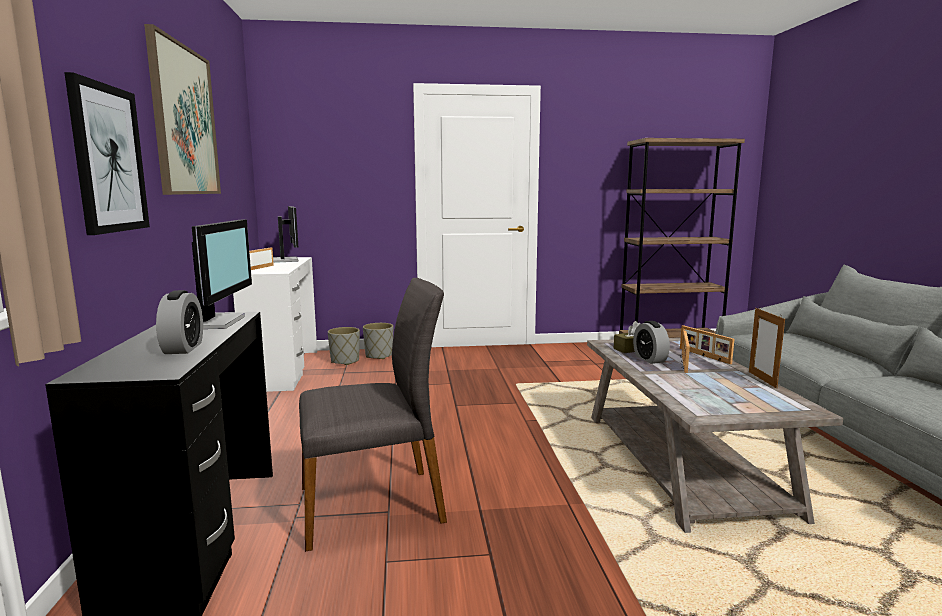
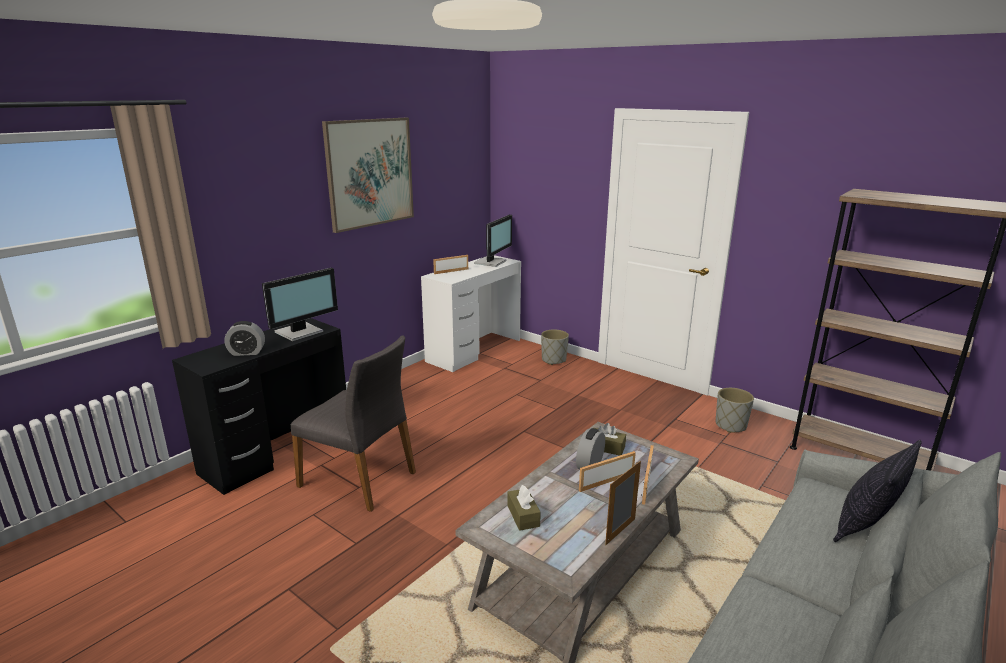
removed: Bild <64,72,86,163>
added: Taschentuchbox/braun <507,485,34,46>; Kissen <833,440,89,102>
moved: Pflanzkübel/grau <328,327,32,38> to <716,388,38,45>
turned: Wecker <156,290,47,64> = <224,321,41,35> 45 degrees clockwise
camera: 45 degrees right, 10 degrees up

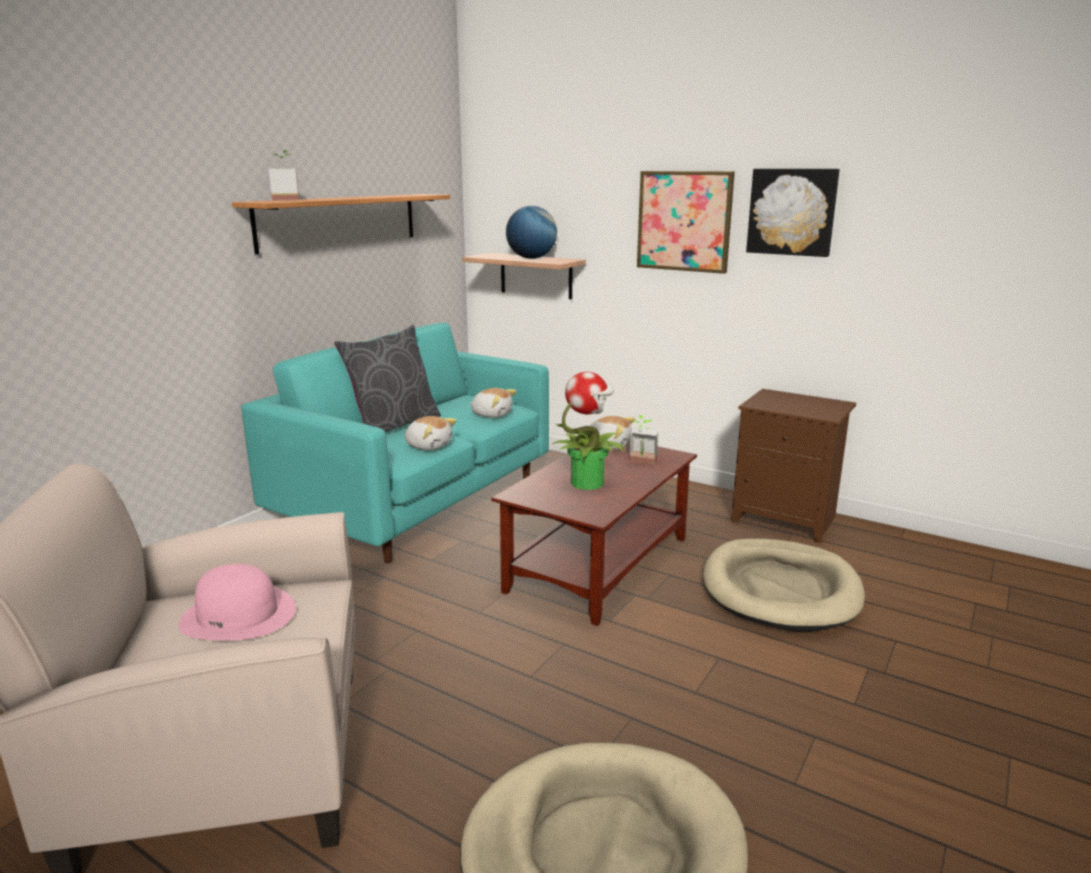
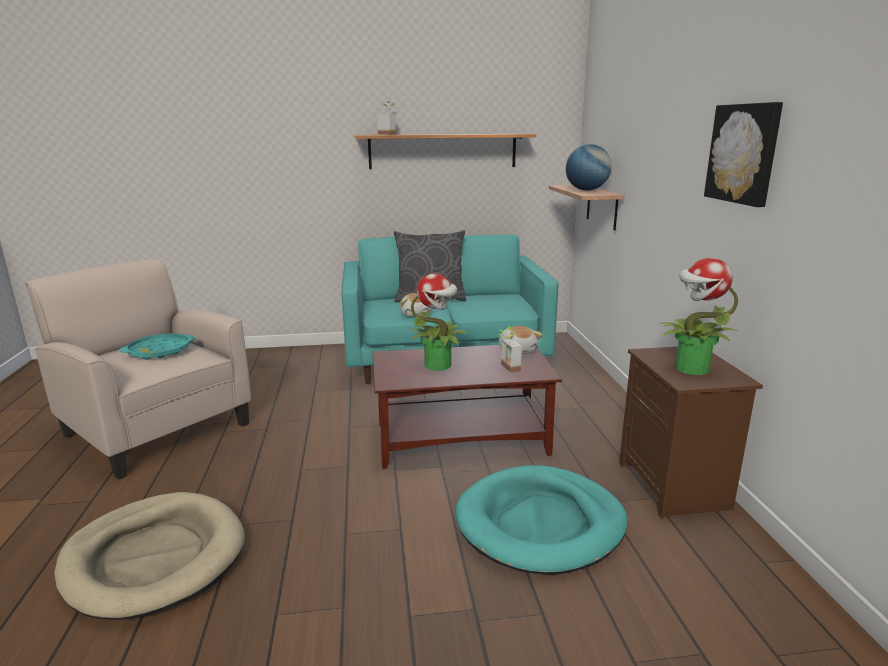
removed: Plüschtier <470,388,46,30>; Bild <637,171,98,103>
added: Topfpflanze <659,258,79,117>
replaced: Hut/rosa <178,564,118,77> to Tablett/türkis <120,333,75,27>
recoloured: Hundebett/beige <703,539,162,93> to Hundebett/türkis <456,465,172,110>
camera: 50 degrees right, 0 degrees up

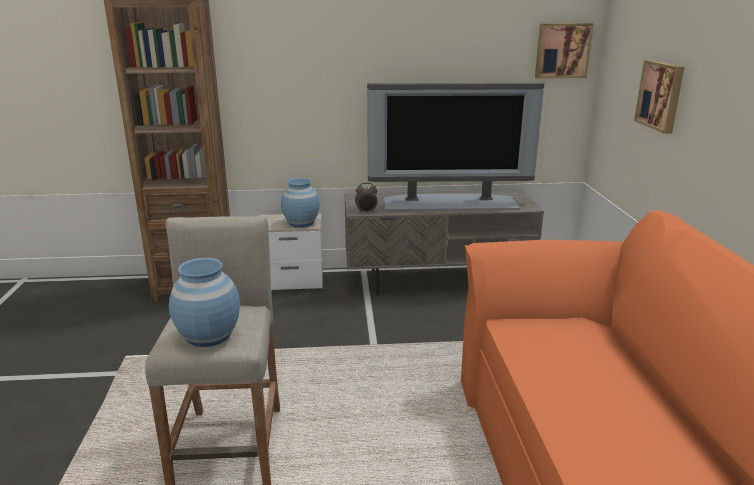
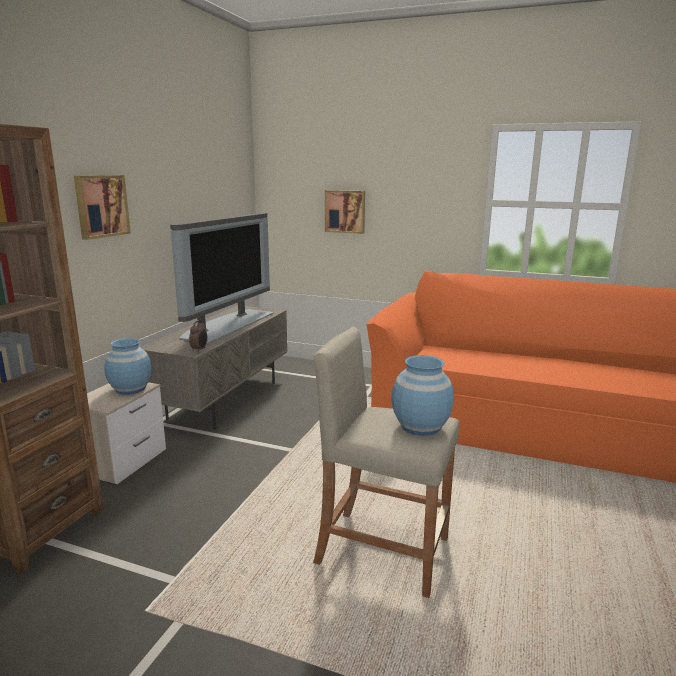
moved: Bild <535,23,59,55> to <74,175,57,65>
camera: 65 degrees left, 5 degrees down

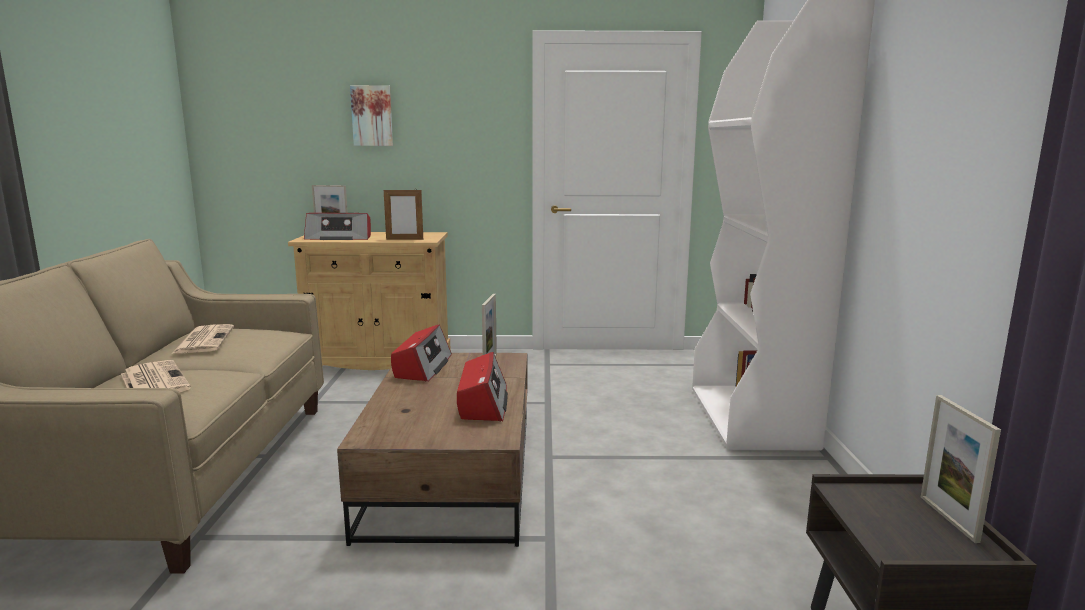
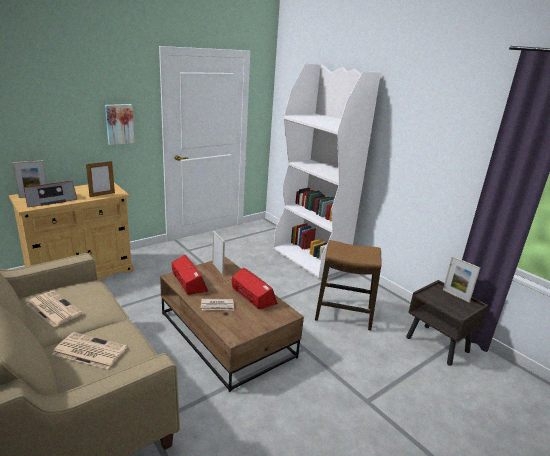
added: Zeitung <201,299,33,11>; Hocker <315,240,67,90>
moved: Bild <350,85,43,61> to <105,104,30,41>
camera: 40 degrees left, 10 degrees up

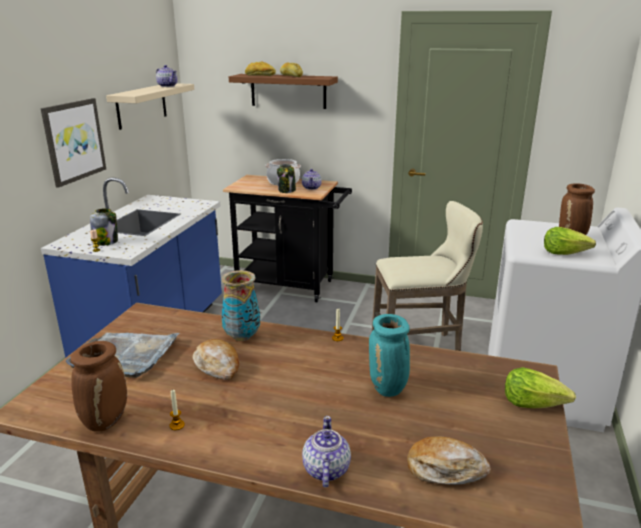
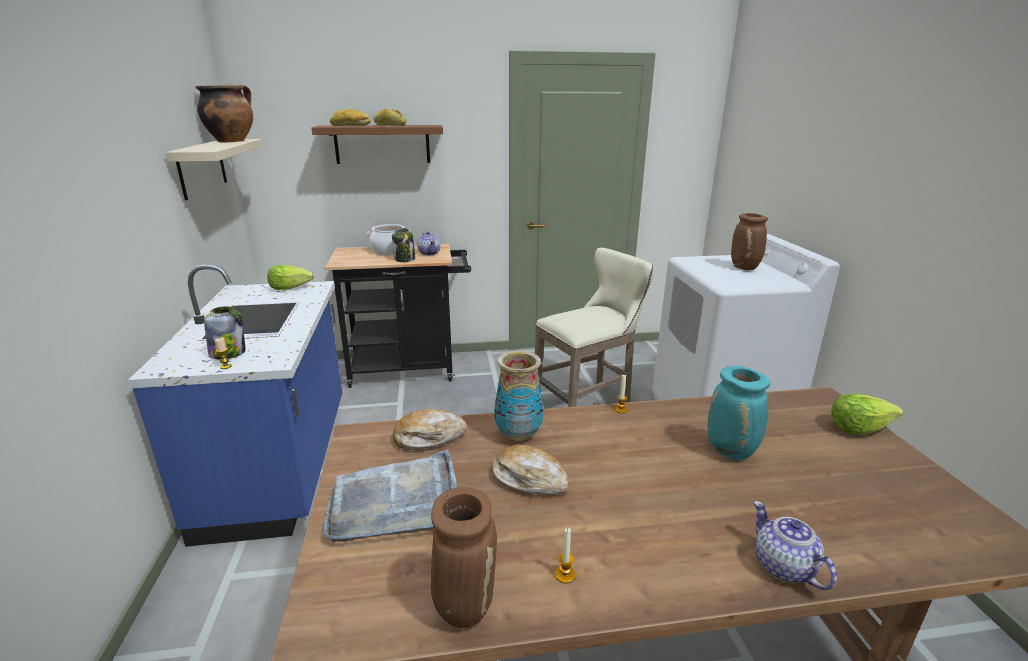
removed: Bild <41,98,65,90>
moved: Brot <407,436,84,49> to <393,409,74,41>; Salatkopf <544,227,52,28> to <267,265,47,25>
replaced: Teekanne <156,65,22,22> to Kochtopf <196,84,57,58>
camera: 25 degrees left, 0 degrees up

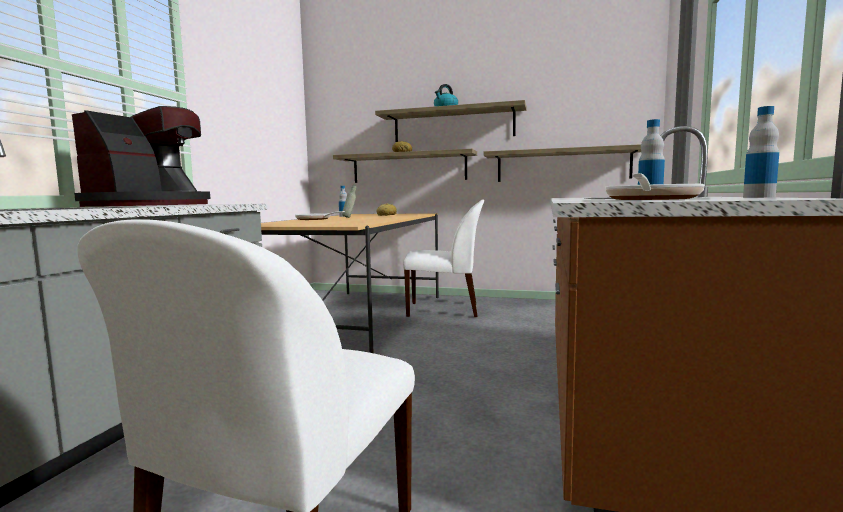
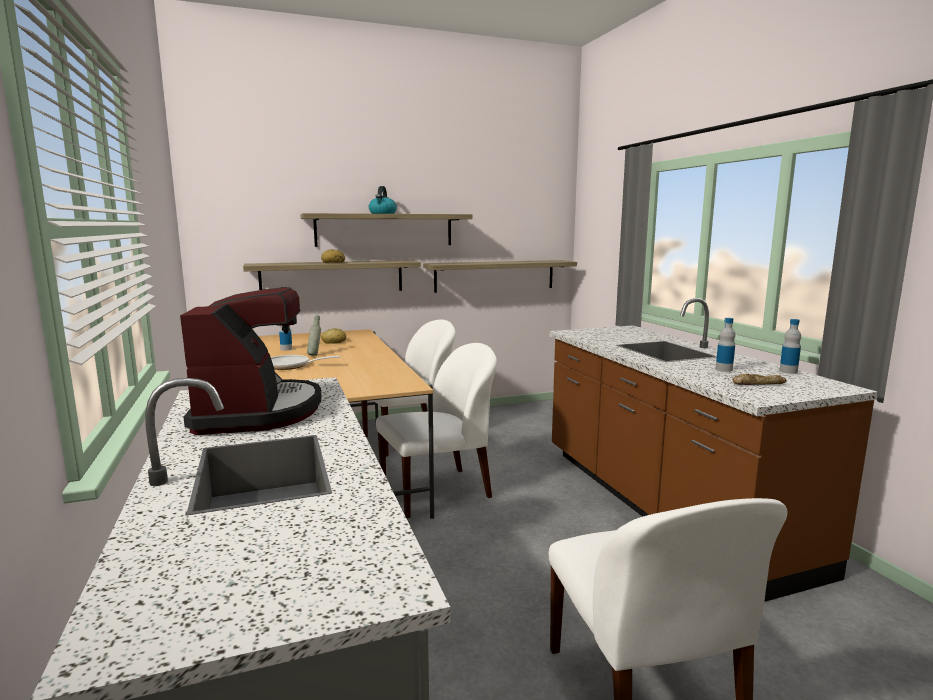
added: Stuhl/weiß <376,343,121,176>
replaced: Pfanne <605,173,100,27> to Brot <732,374,55,11>
camera: 35 degrees left, 5 degrees up

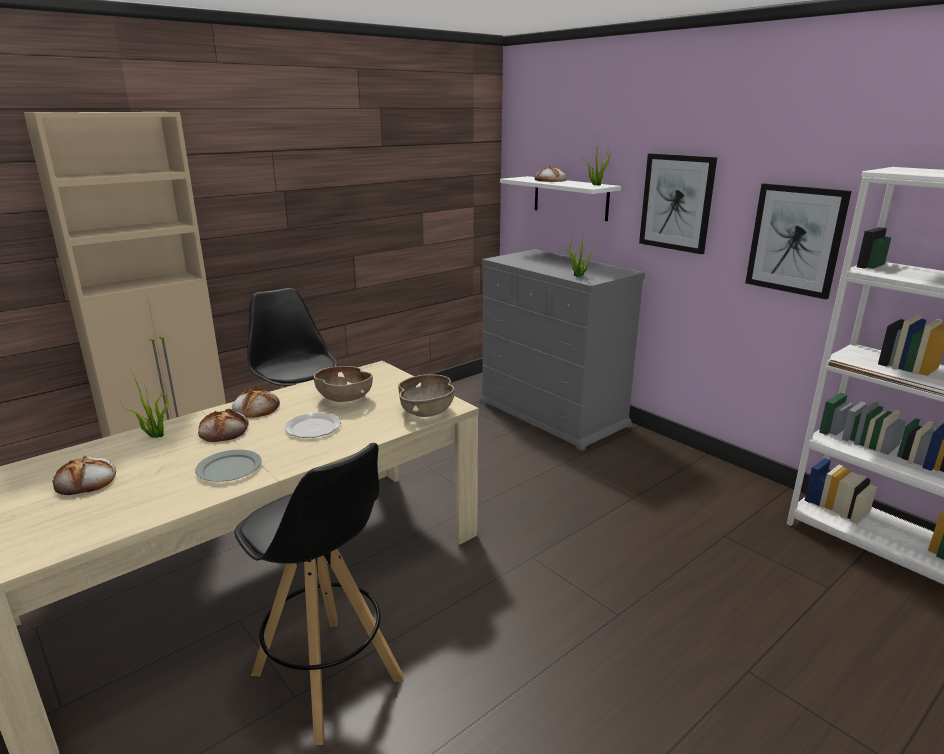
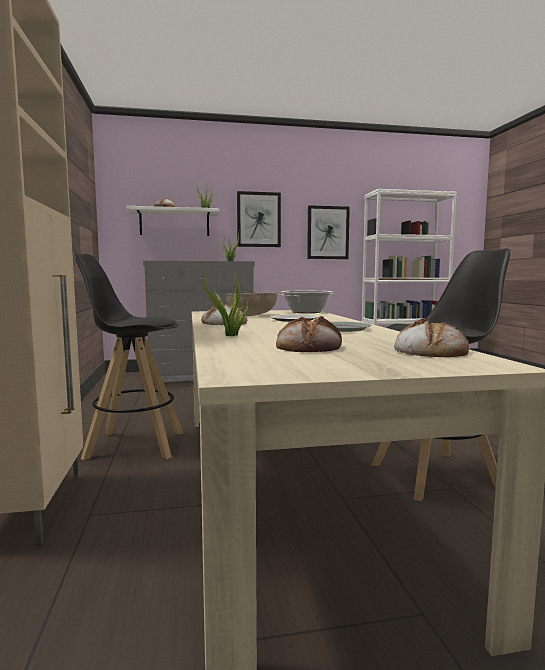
moved: Brot <198,409,51,33> to <394,318,75,39>
replaced: Schüssel/braun <398,374,56,43> to Kochtopf <278,291,56,22>
camera: 60 degrees left, 15 degrees down

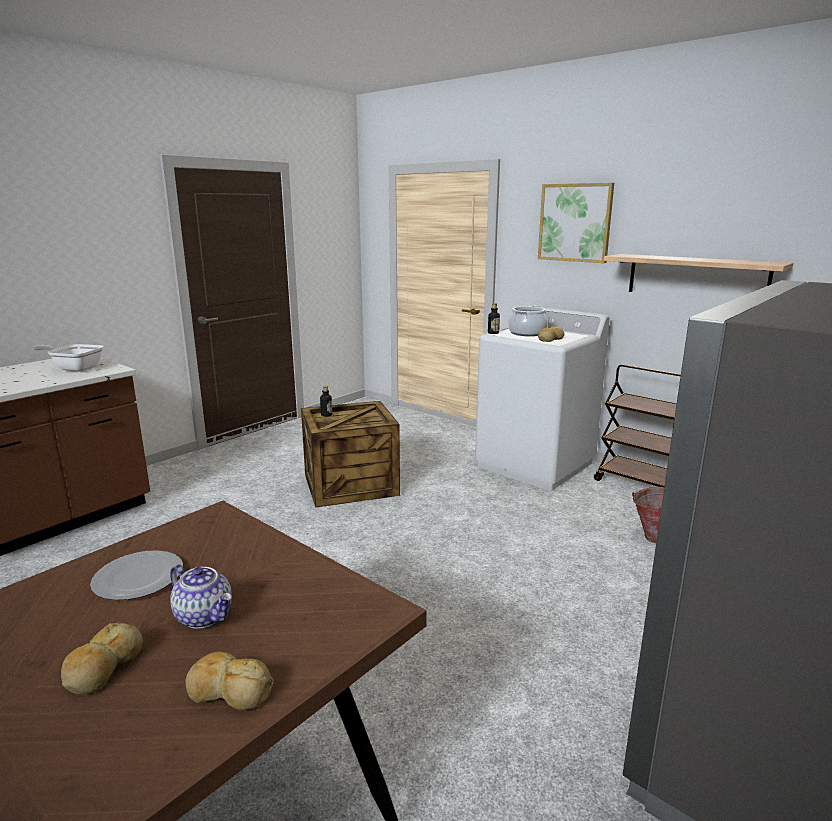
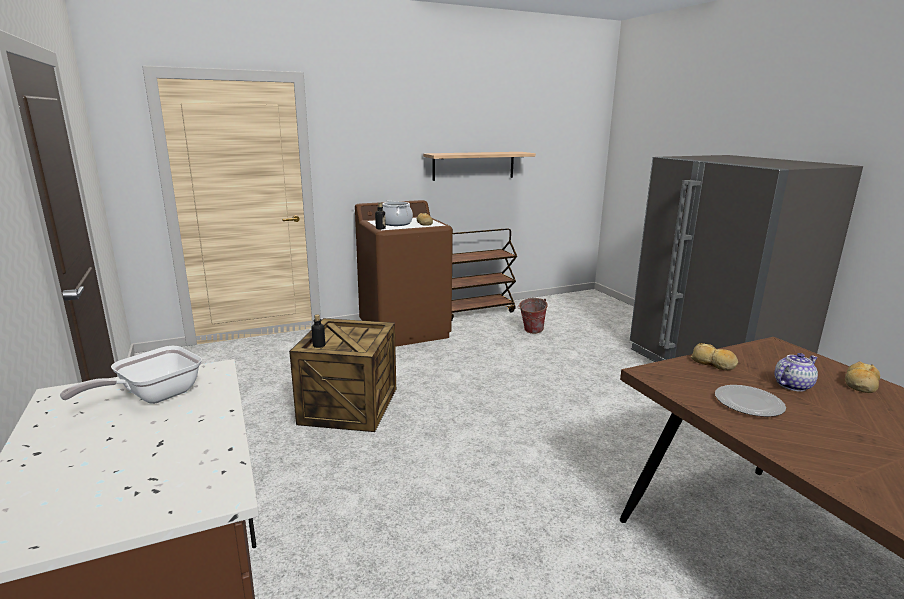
removed: Bild <538,183,76,80>
moved: Brot <61,623,82,72> to <691,343,47,27>
recoloured: Waschmaschine/weiß <475,306,135,185> to Waschmaschine/braun <355,200,98,147>
camera: 65 degrees left, 0 degrees up

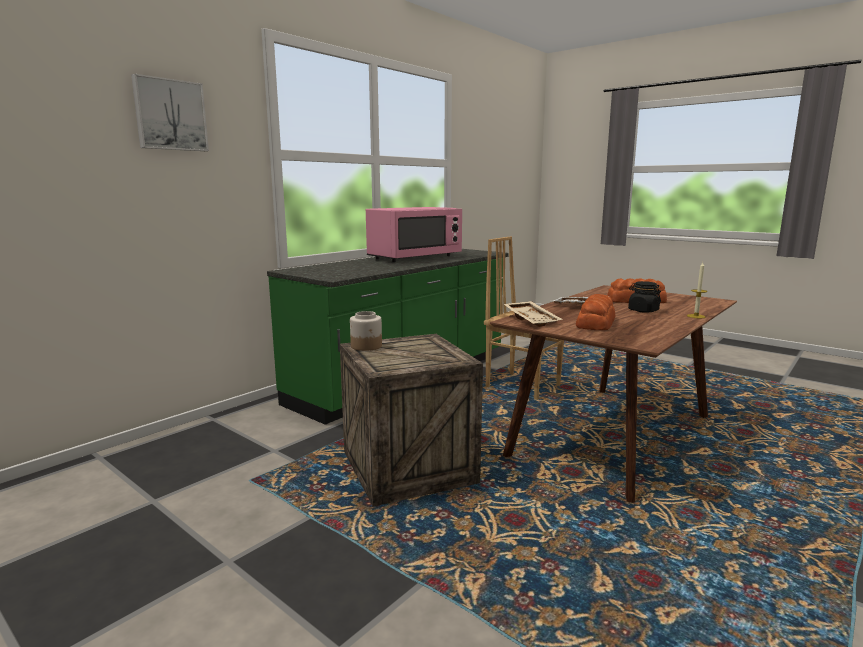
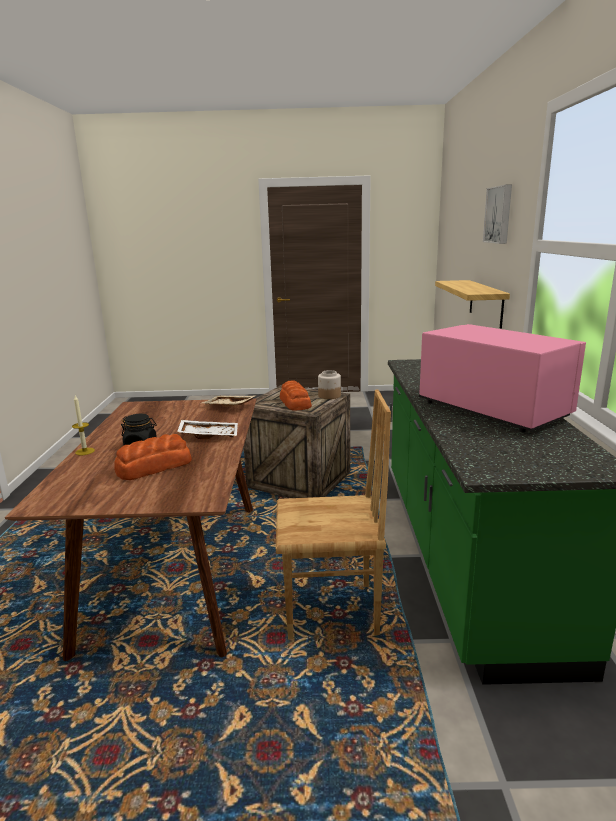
added: Wandregal <435,280,75,49>
moved: Brot <576,294,39,36> to <280,380,32,31>
turned: Mikrowelle/rosa <366,207,96,55> = <419,324,167,108> 135 degrees clockwise
camera: 140 degrees right, 5 degrees up

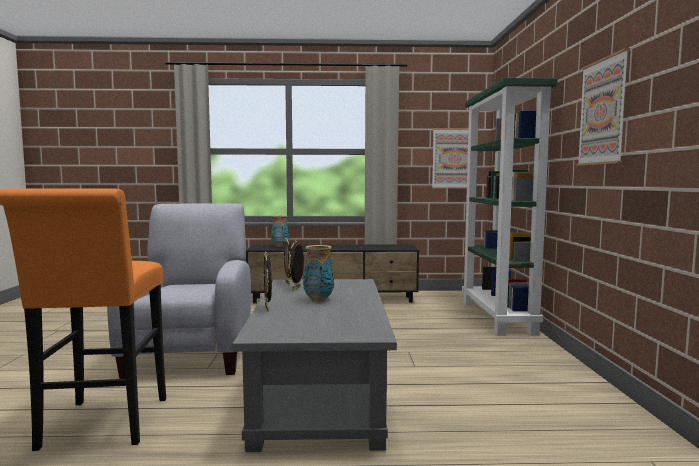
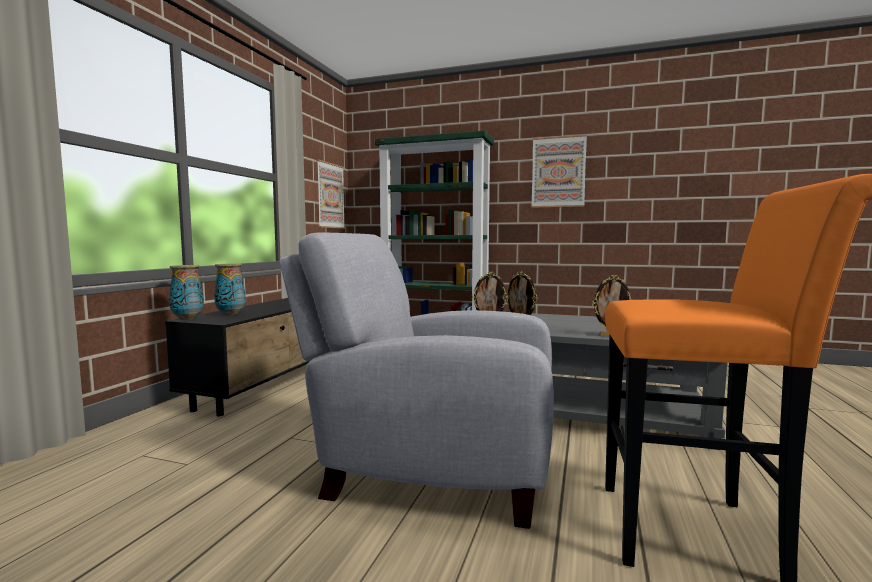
moved: Vase <303,245,31,57> to <169,265,35,55>
camera: 70 degrees left, 0 degrees up

